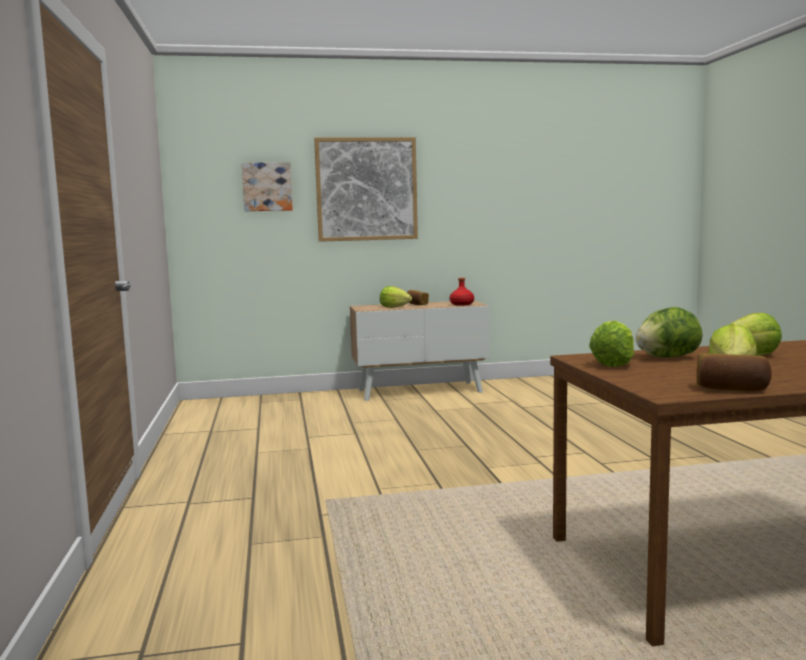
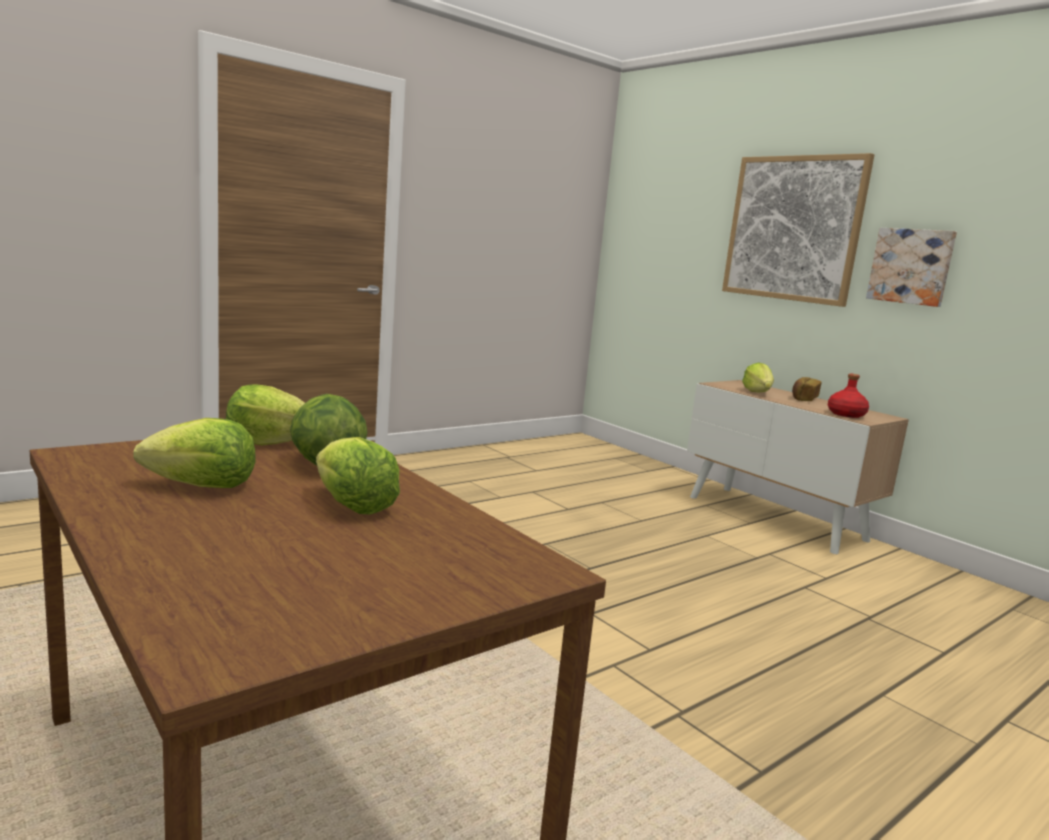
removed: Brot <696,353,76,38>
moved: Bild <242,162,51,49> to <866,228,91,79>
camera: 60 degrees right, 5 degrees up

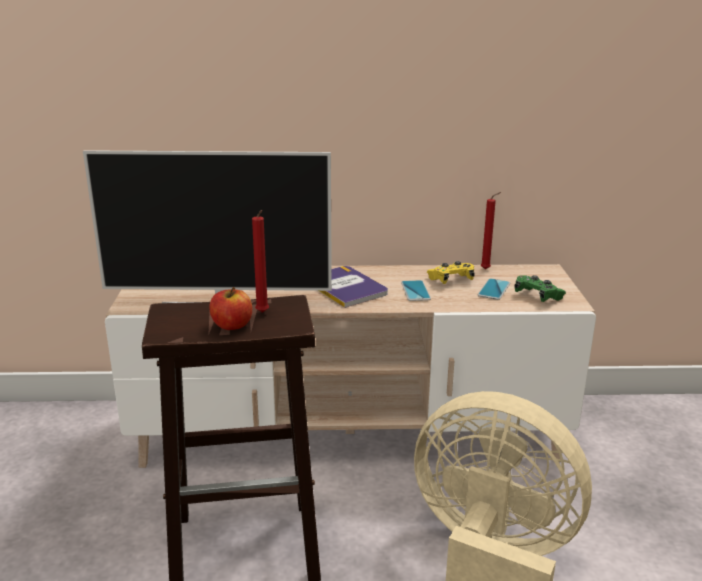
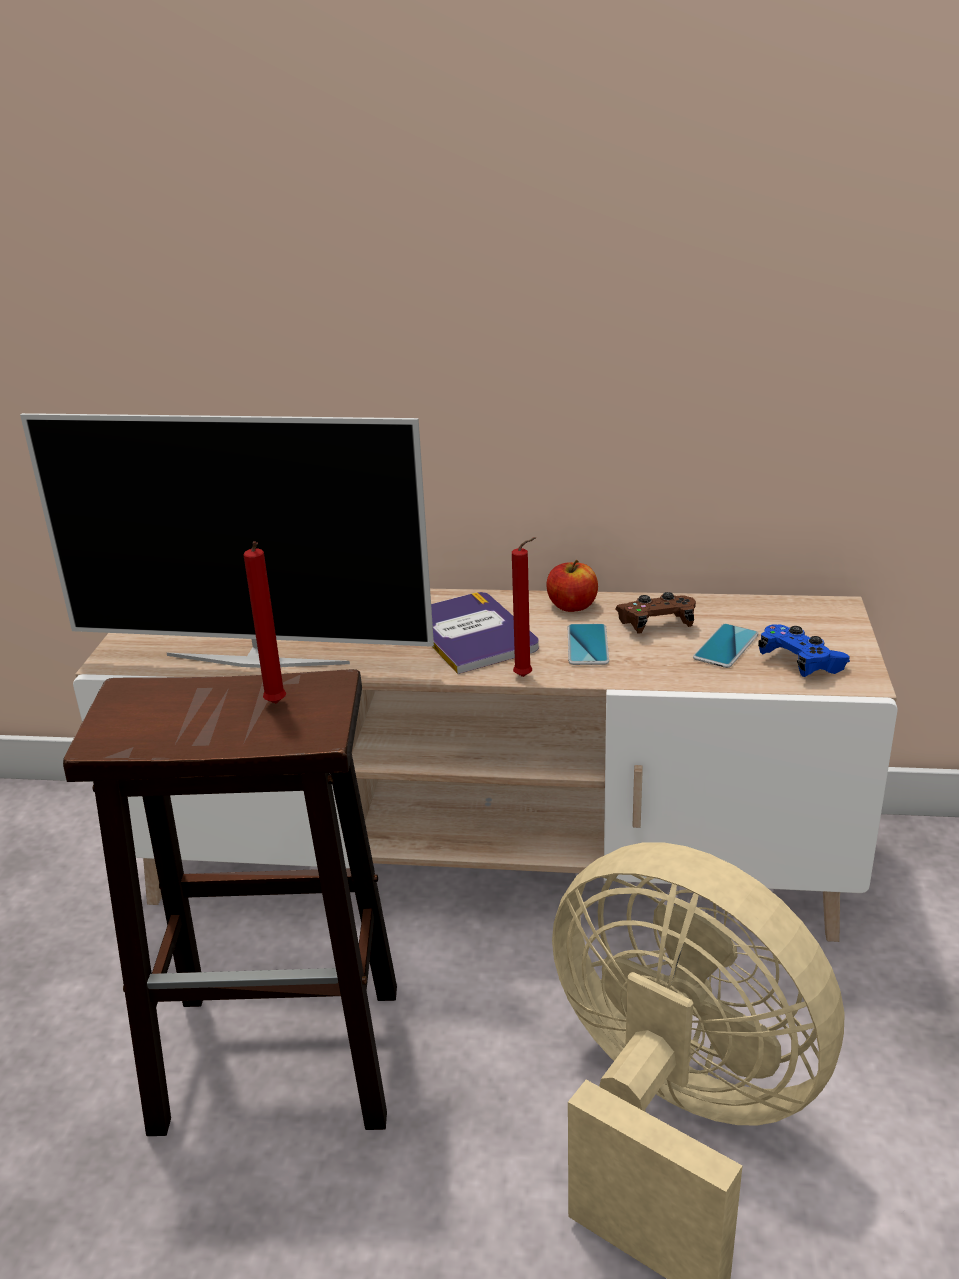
moved: Apfel <209,287,43,43> to <546,560,52,52>; Kerze/rot <481,192,20,77> to <512,537,24,140>
recoloured: Gamepad/gelb <427,261,47,23> to Gamepad/braun <615,592,81,42>; Gamepad/grün <514,275,52,27> to Gamepad/blau <758,624,92,53>
camera: 10 degrees right, 5 degrees up

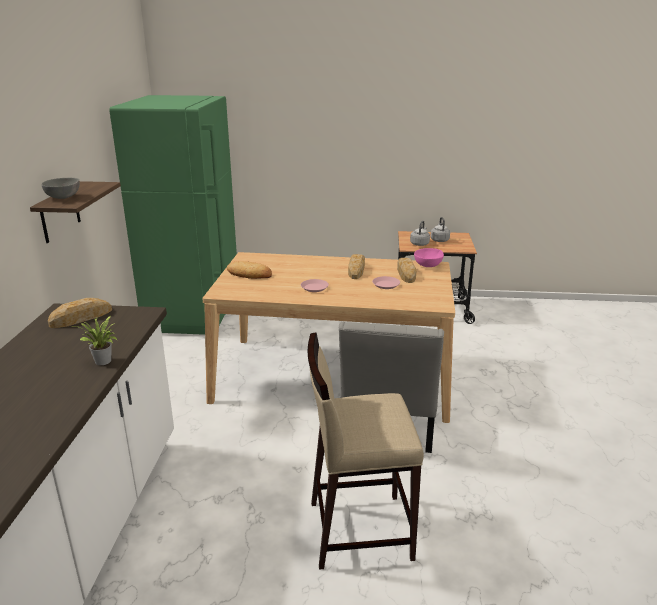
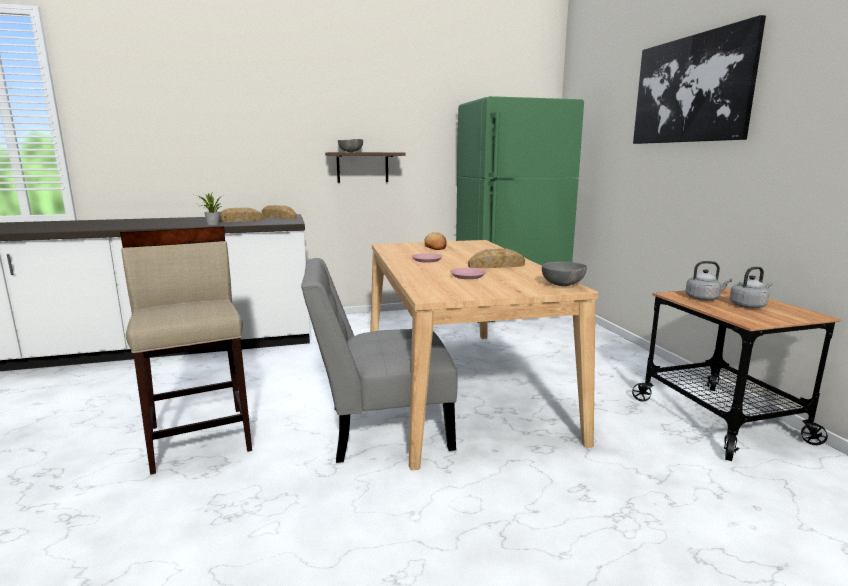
added: Bild <633,15,133,129>
moved: Brot <397,258,20,25> to <219,207,46,15>
recoloured: Schüssel/rosa <414,248,30,19> to Schüssel/grau <542,261,45,25>
camera: 70 degrees right, 10 degrees down

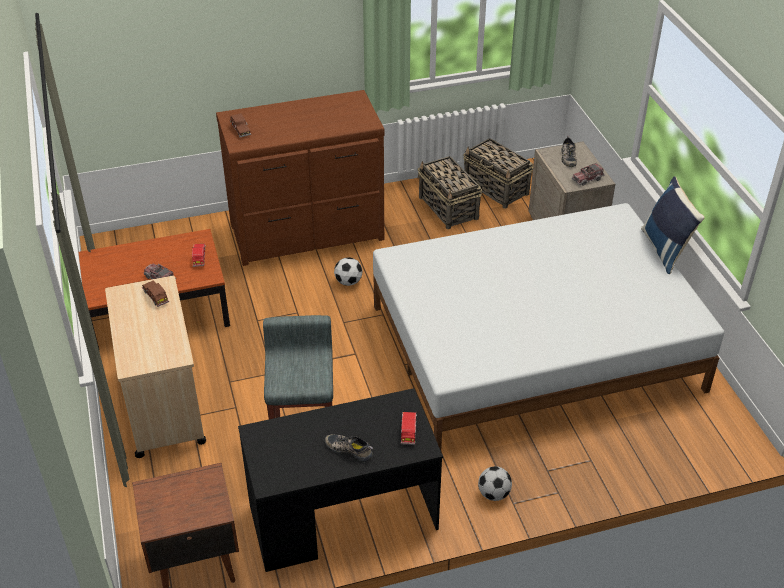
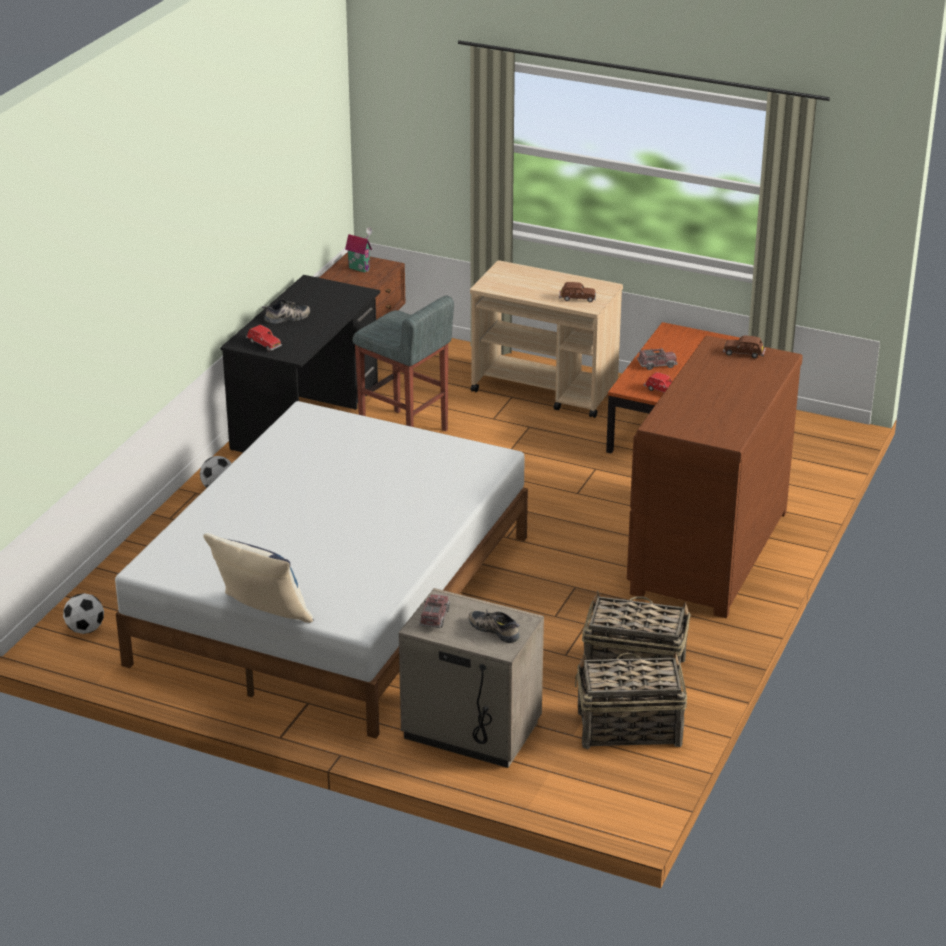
added: Spielzeughaus <345,227,27,46>
moved: Fußball <334,257,29,29> to <63,593,41,41>
camera: 130 degrees right, 10 degrees down

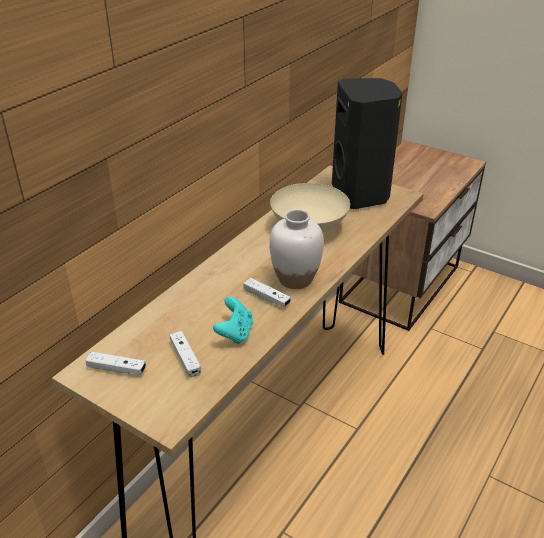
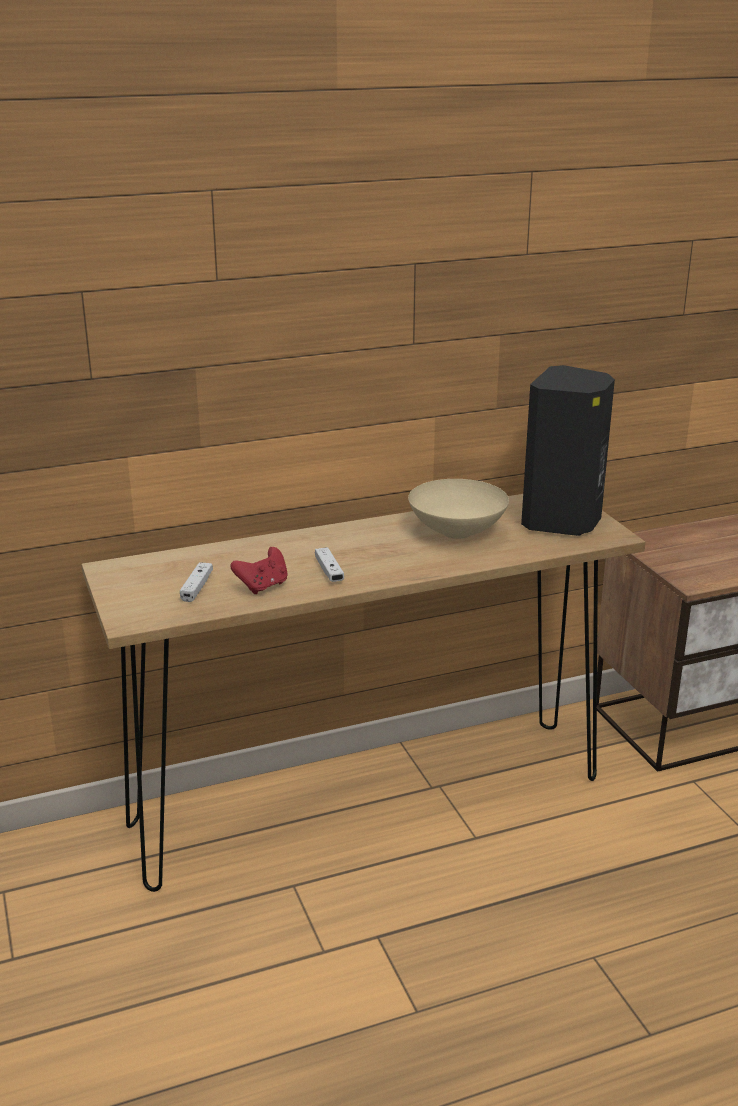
removed: Gamepad/weiß <85,352,61,23>; Vase/weiß <269,209,55,80>
recoloured: Gamepad/türkis <213,297,40,48> to Gamepad/rot <231,547,57,47>
camera: 35 degrees right, 10 degrees down

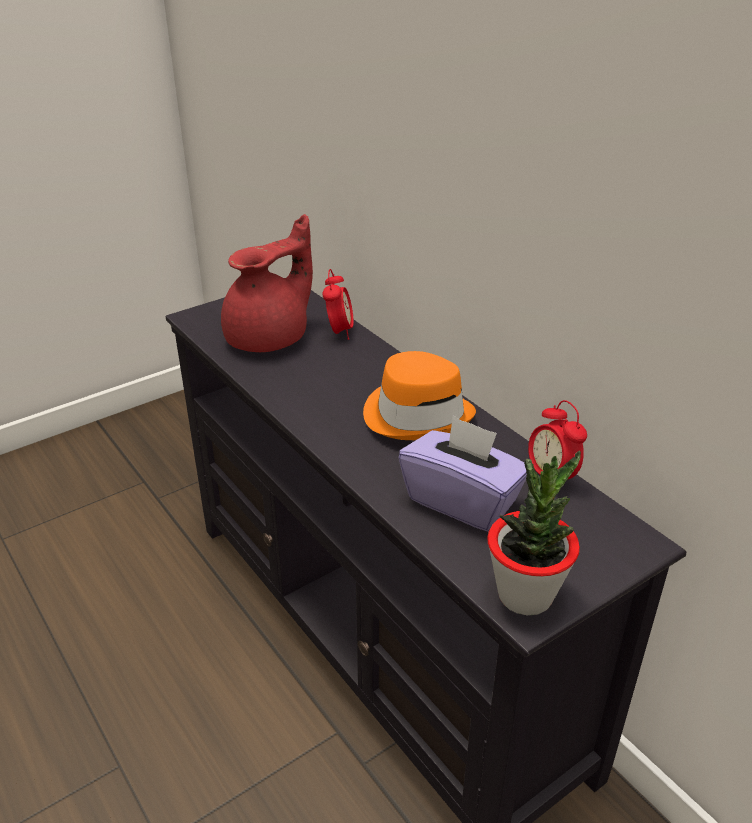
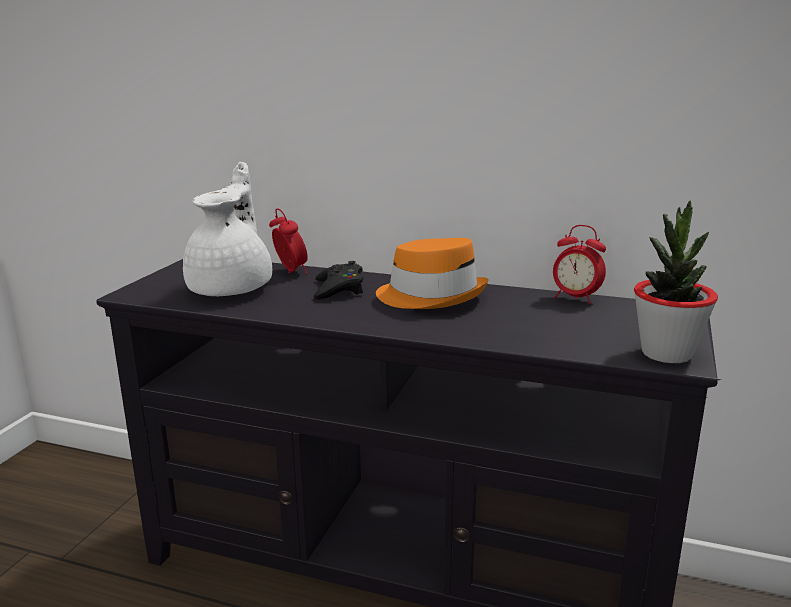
removed: Taschentuchbox/lila <399,415,128,117>
added: Gamepad/schwarz <314,261,49,38>
recoloured: Teekanne/rot <221,214,92,138> to Teekanne/weiß <183,162,89,134>
camera: 35 degrees left, 15 degrees down

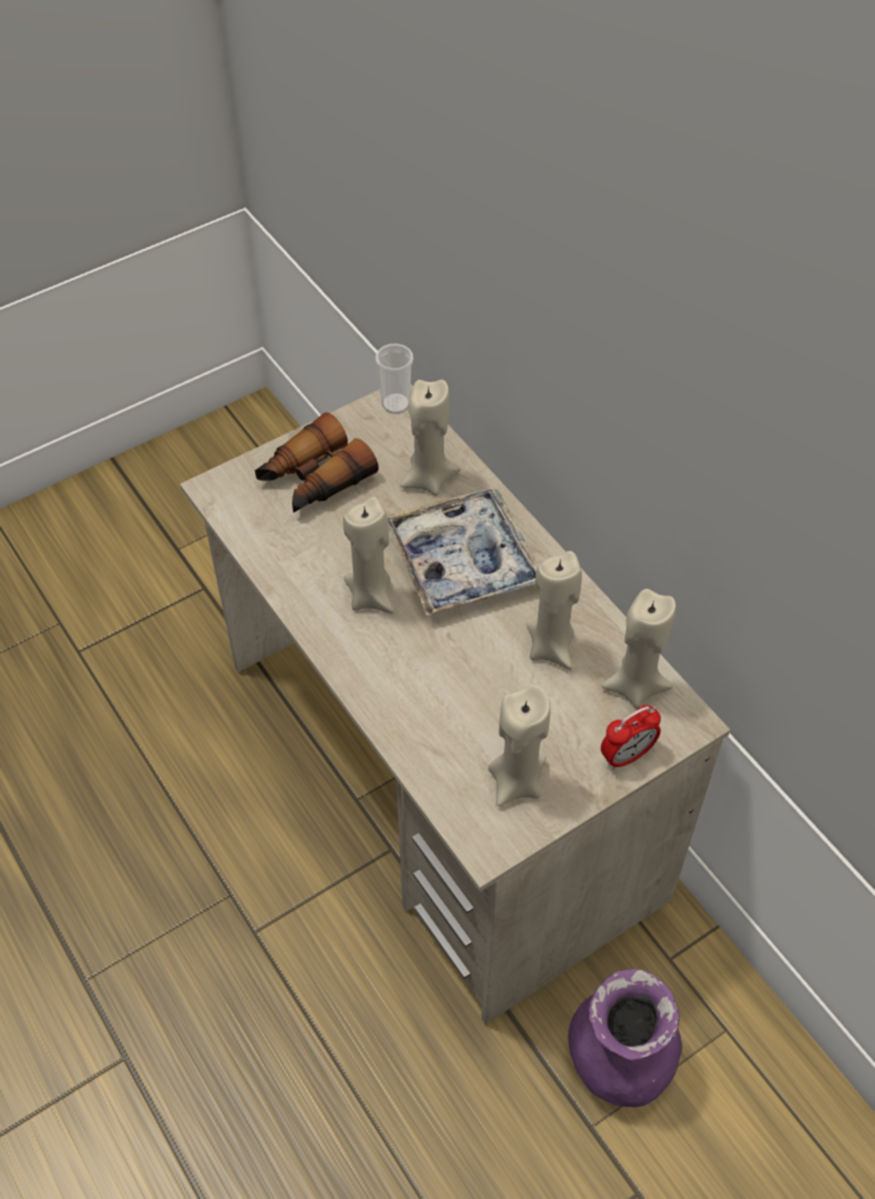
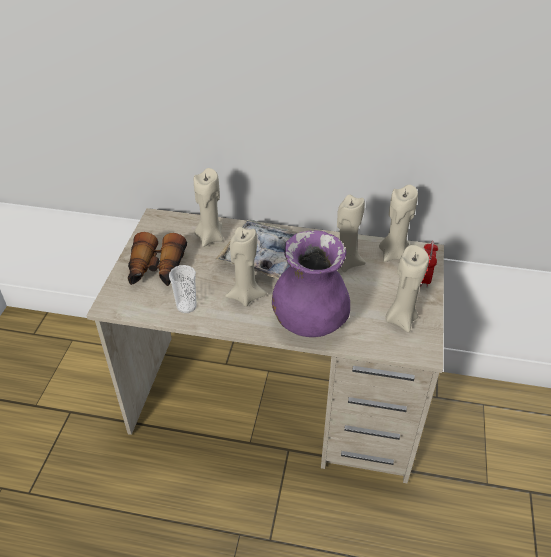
moved: Tasse <375,343,39,71> to <169,265,28,48>; Vase/lila <568,969,114,138> to <272,230,78,107>
camera: 45 degrees left, 10 degrees down

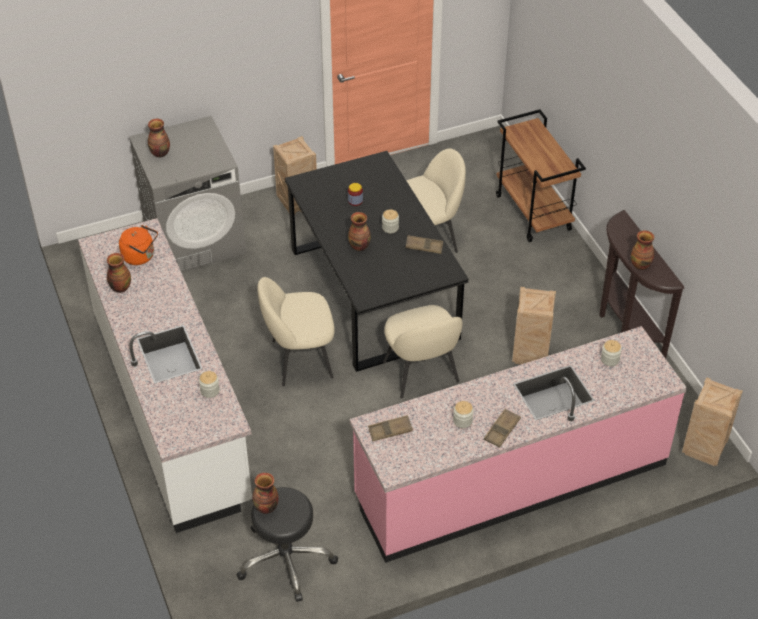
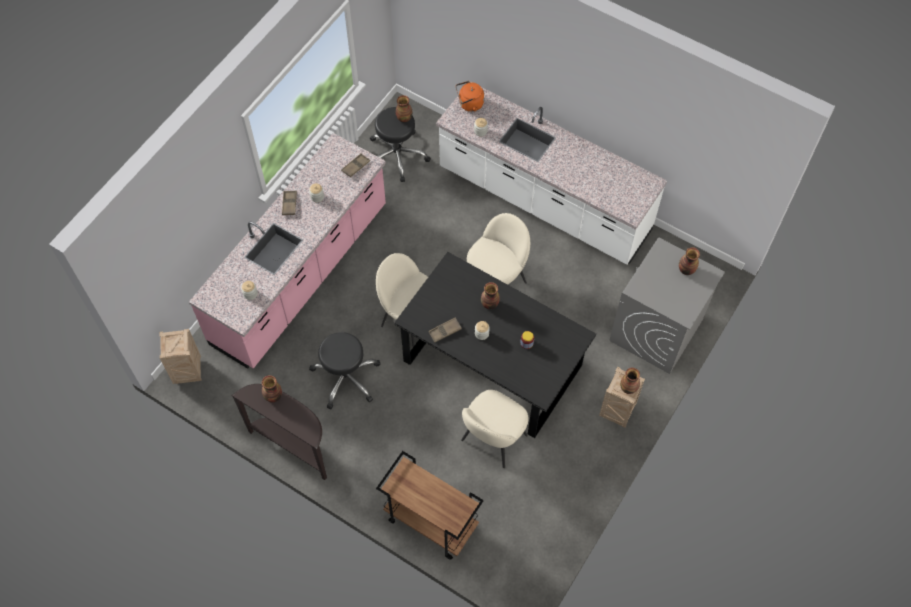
moved: Vase <107,253,24,40> to <620,368,20,26>; Wasserkessel/orange <119,225,39,40> to <456,81,28,31>
replaced: Kiste <512,287,44,77> to Hocker/schwarz <309,332,72,77>
camera: 145 degrees right, 15 degrees up

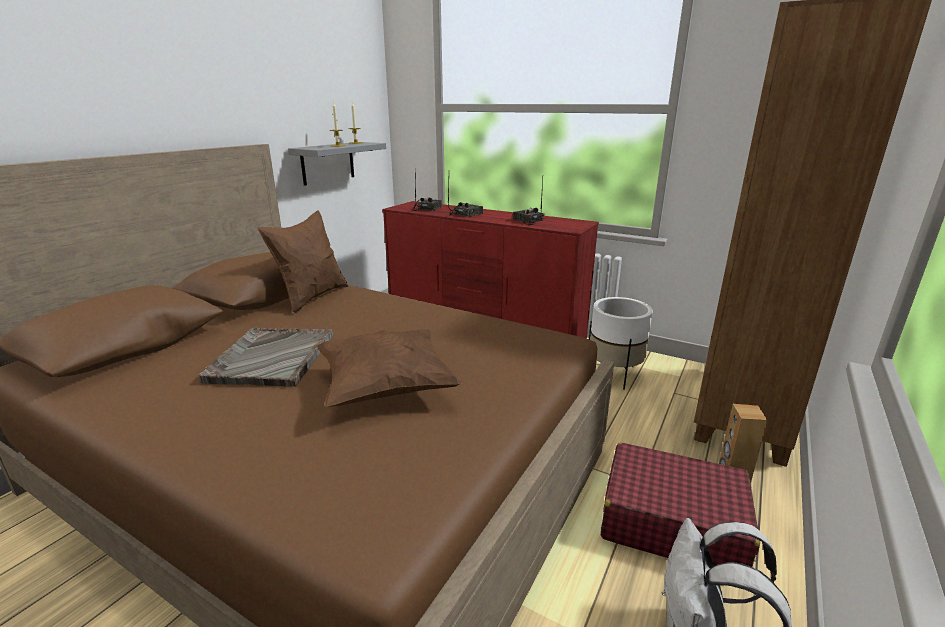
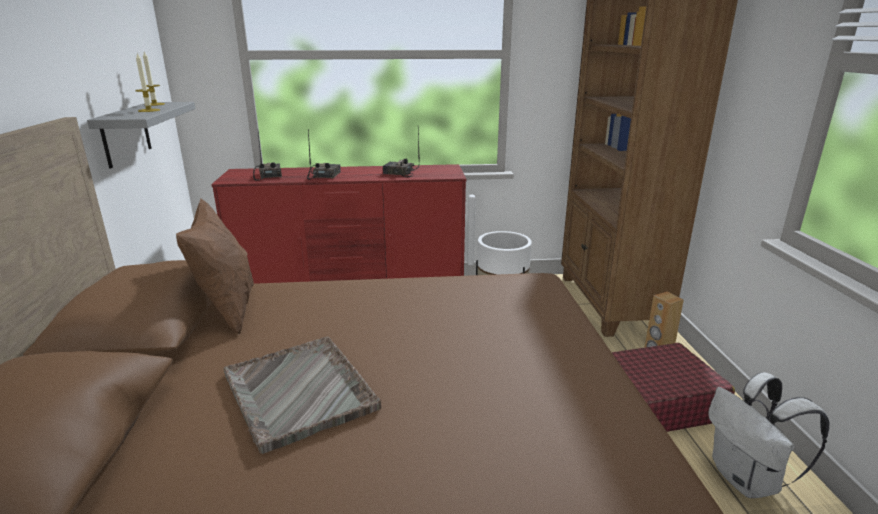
removed: Kissen/braun <316,329,146,78>
camera: 35 degrees left, 0 degrees up

